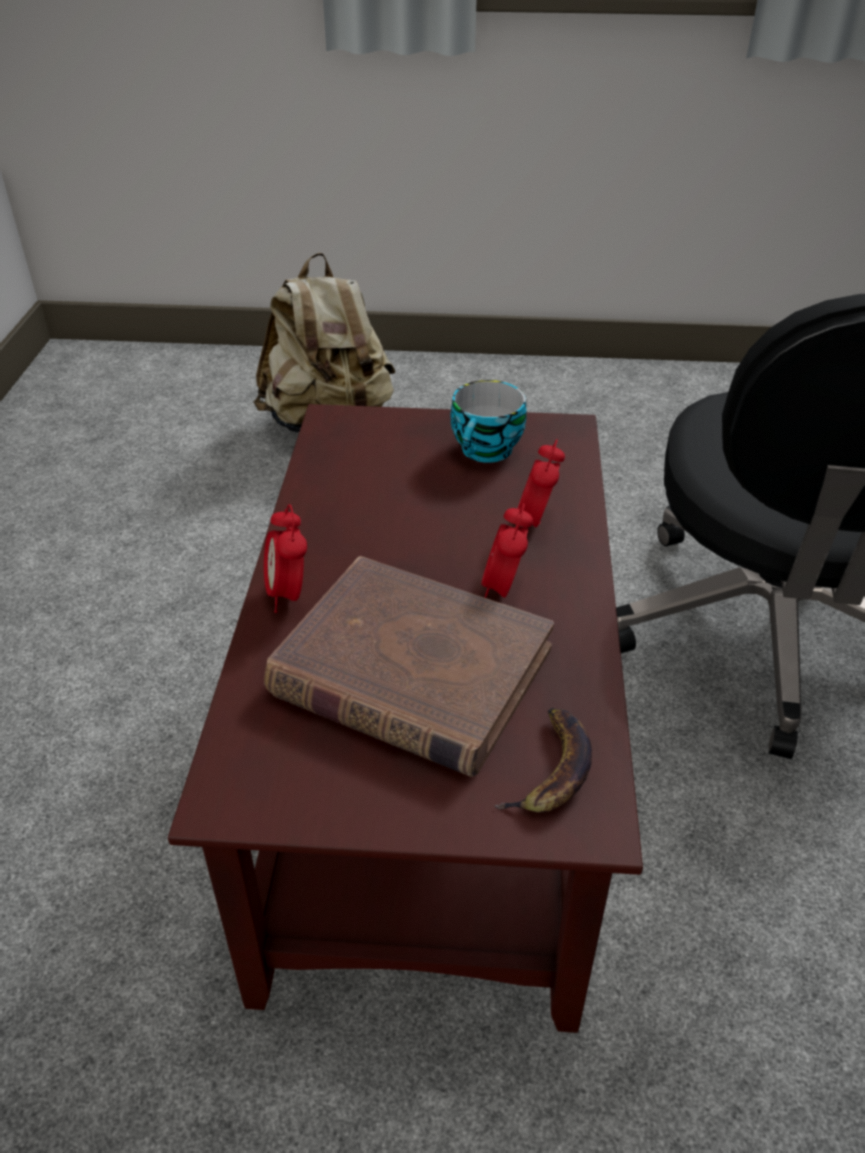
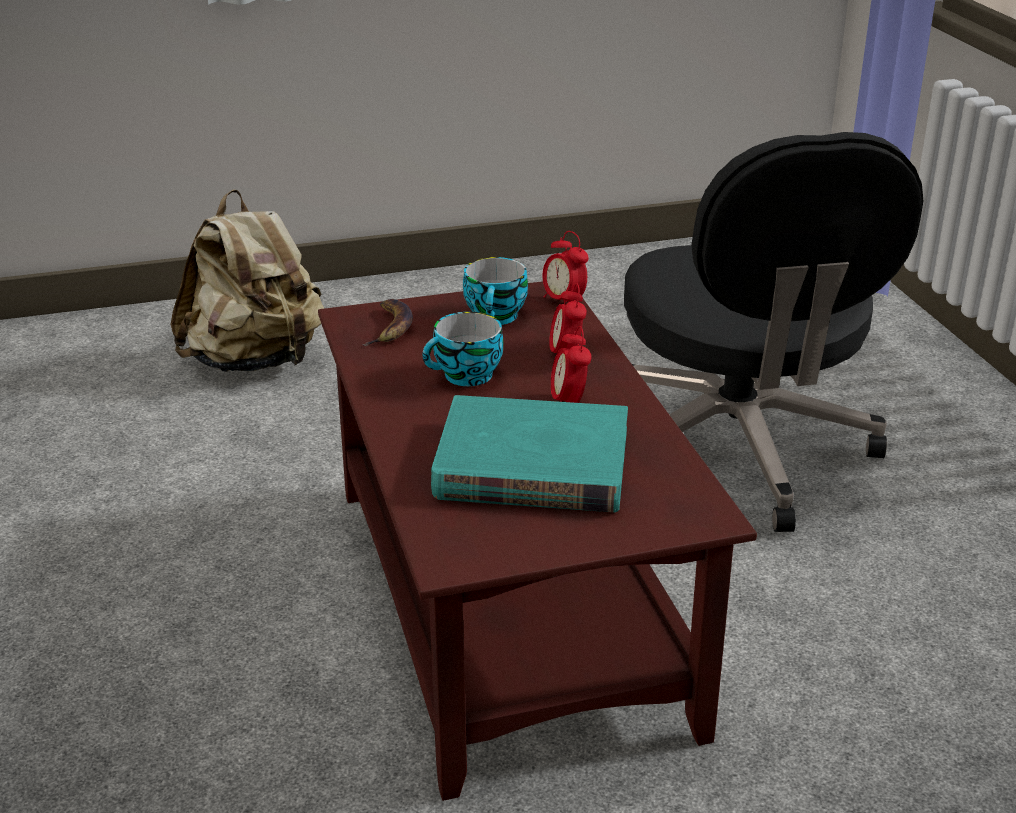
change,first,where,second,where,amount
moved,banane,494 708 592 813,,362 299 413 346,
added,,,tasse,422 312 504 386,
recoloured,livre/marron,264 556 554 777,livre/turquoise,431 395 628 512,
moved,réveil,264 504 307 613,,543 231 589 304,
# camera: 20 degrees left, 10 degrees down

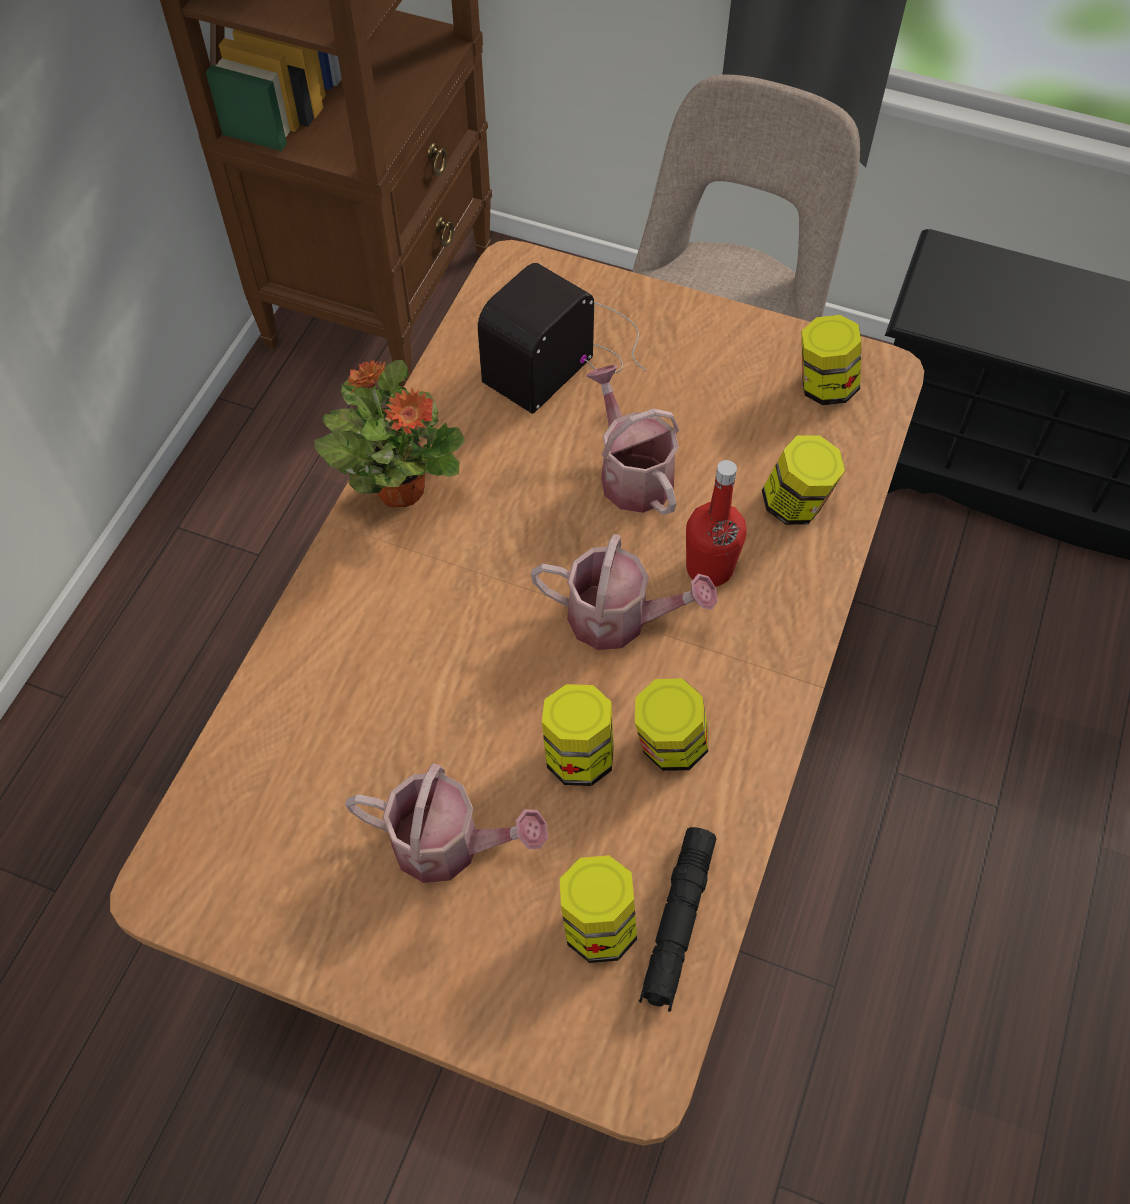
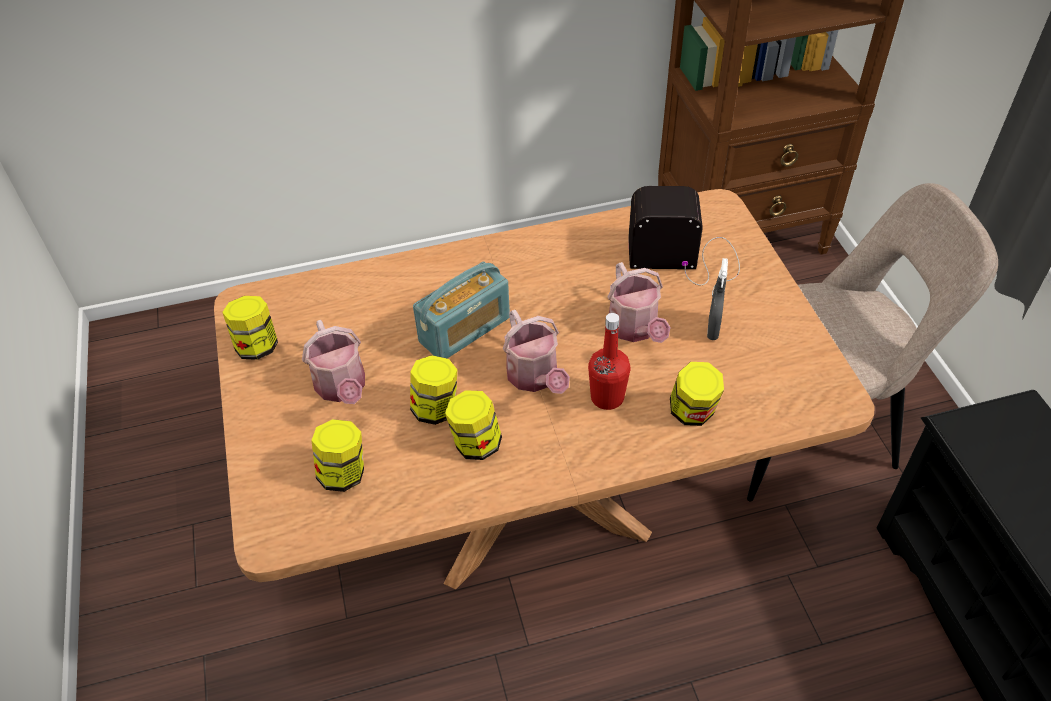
change,first,where,second,where,amount
moved,bocal,801 315 861 405,,222 296 278 360,
added,,,radio,413 262 510 359,
turned,arrosoir,586 365 679 515,,608 262 671 343,135 degrees clockwise
added,,,vaporisateur/gris,707 258 728 340,
removed,plante en pot,314 360 464 507,,,
removed,lampe de poche/noir,639 827 716 1012,,,
# camera: 55 degrees right, 10 degrees down

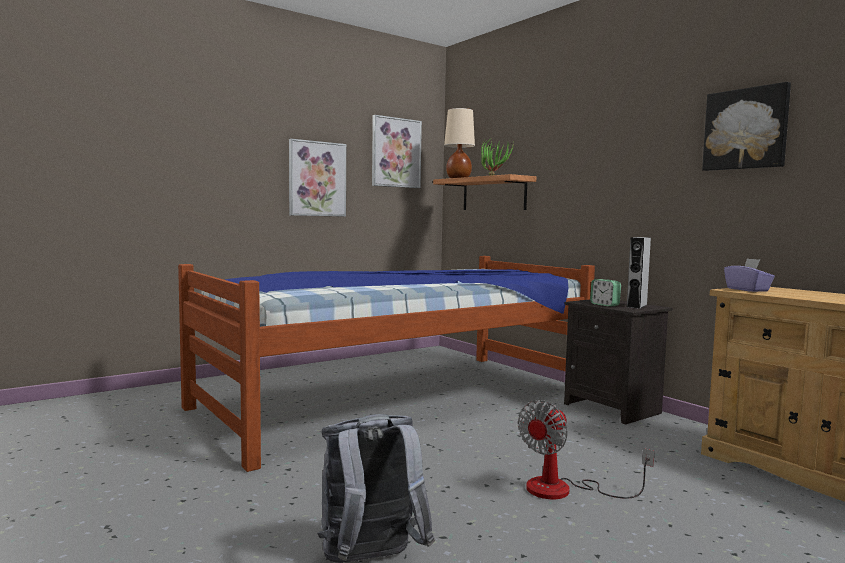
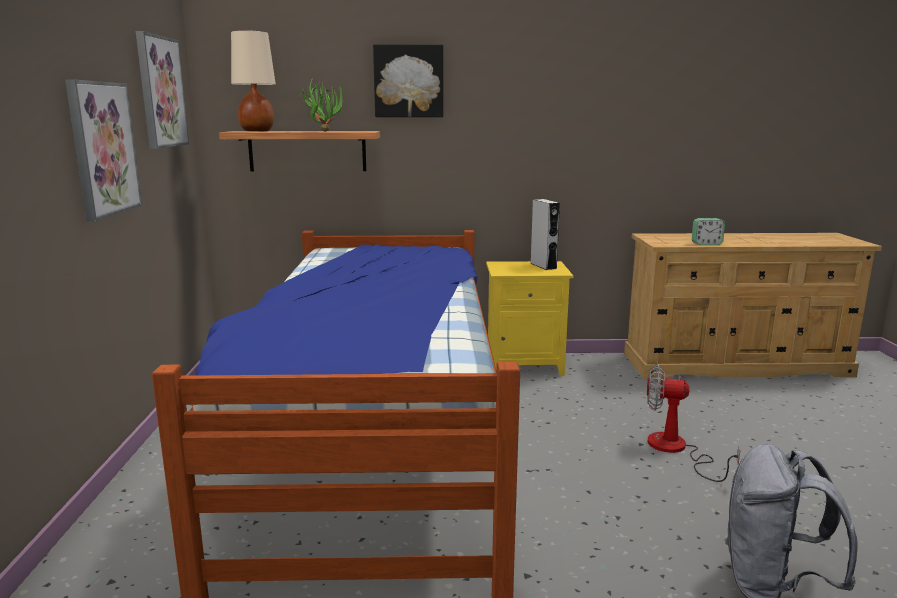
change,first,where,second,where,amount
moved,tableau,702 82 791 171,,373 45 443 117,
recoloured,table de chevet/noir,564 300 673 425,table de chevet/jaune,486 261 573 376,
turned,ventilateur,518 400 655 499,,647 364 740 482,120 degrees clockwise
moved,réveil,590 279 621 307,,692 218 725 245,
removed,boîte à mouchoirs/violet,724 258 775 292,,,
# camera: 55 degrees left, 10 degrees up

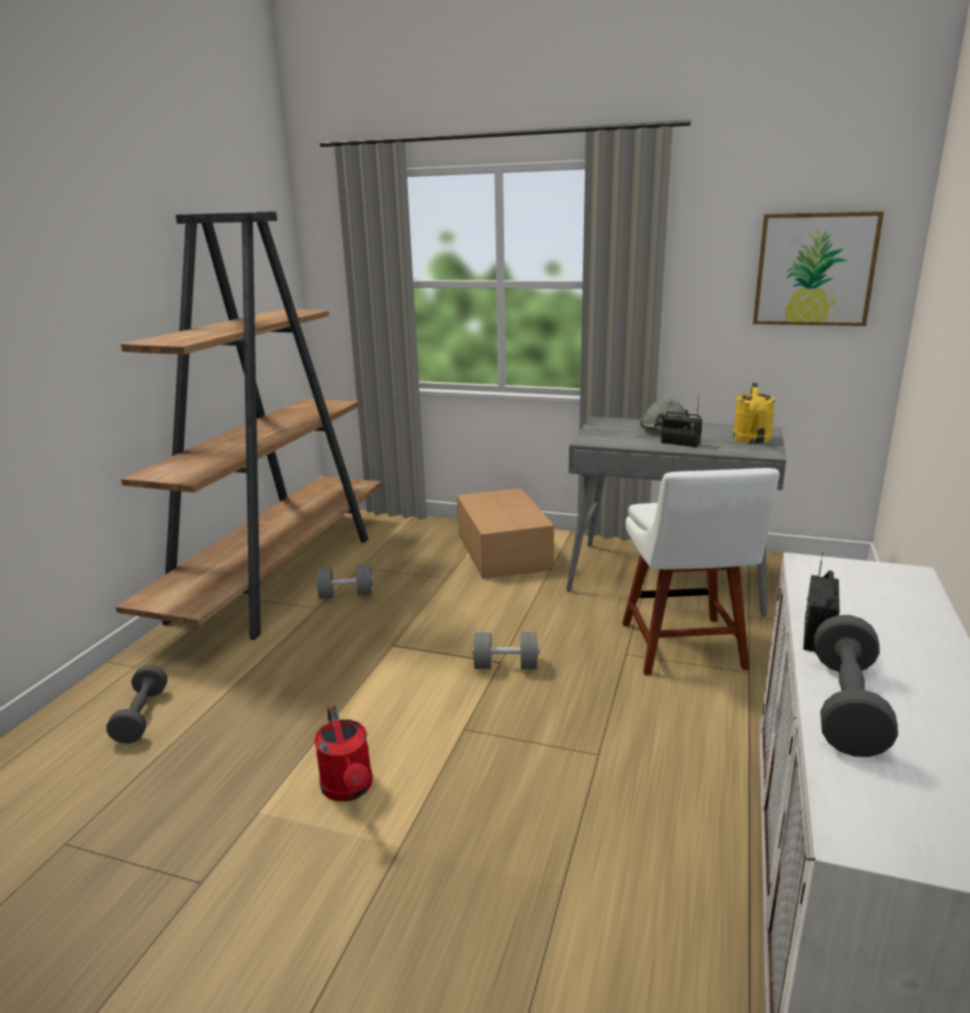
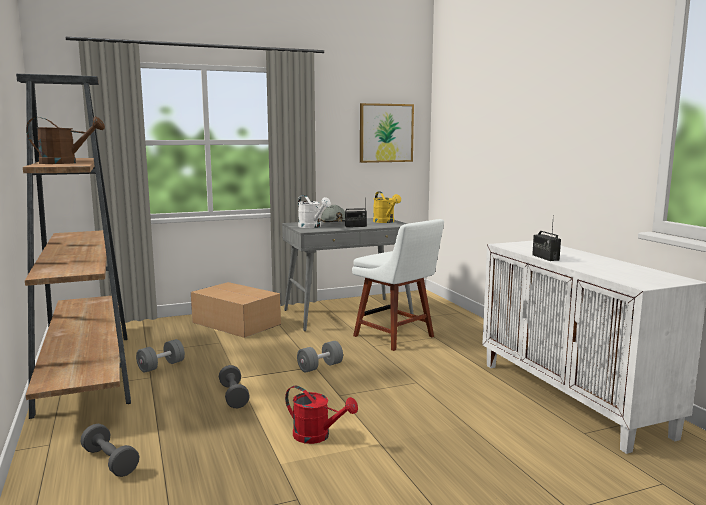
change,first,where,second,where,amount
added,,,arrosoir/marron,26 117 105 164,
moved,haltère/gris,814 615 898 757,,219 365 250 408,
added,,,arrosoir/blanc,298 195 331 228,
# camera: 40 degrees left, 10 degrees down

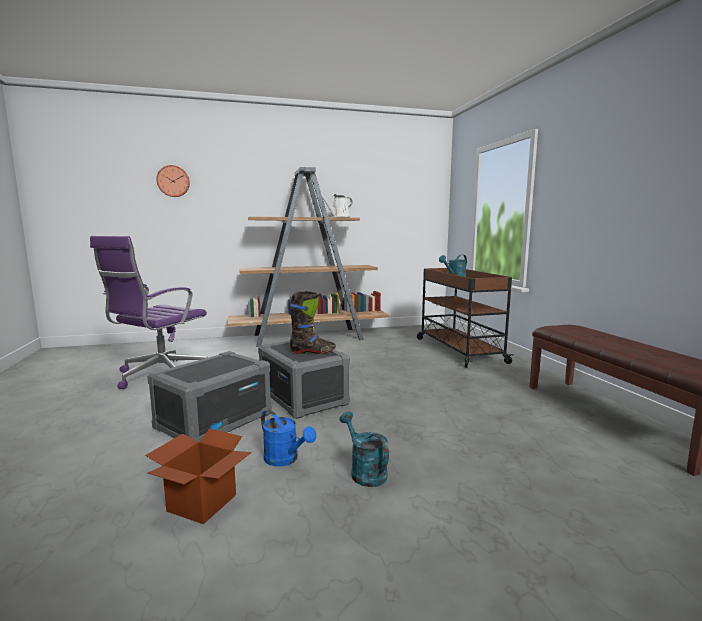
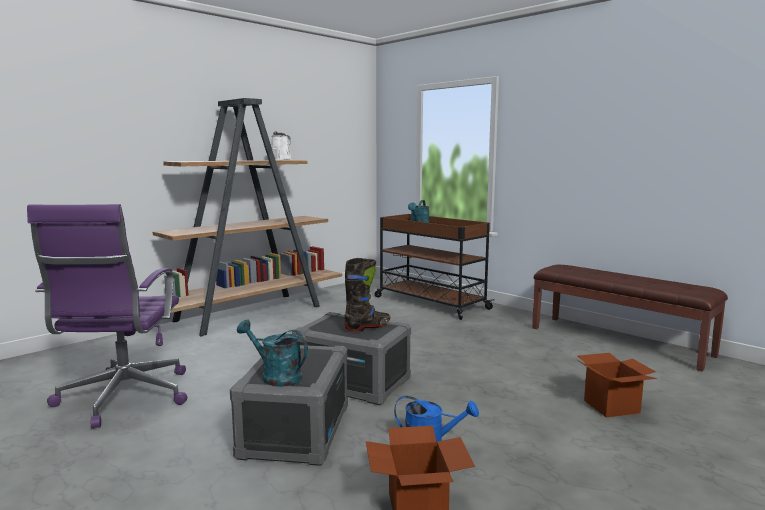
change,first,where,second,where,amount
moved,arrosoir/turquoise,340 412 389 487,,237 320 308 387,
added,,,carton,577 353 657 417,
removed,horloge murale,156 165 190 197,,,
# camera: 30 degrees left, 0 degrees up

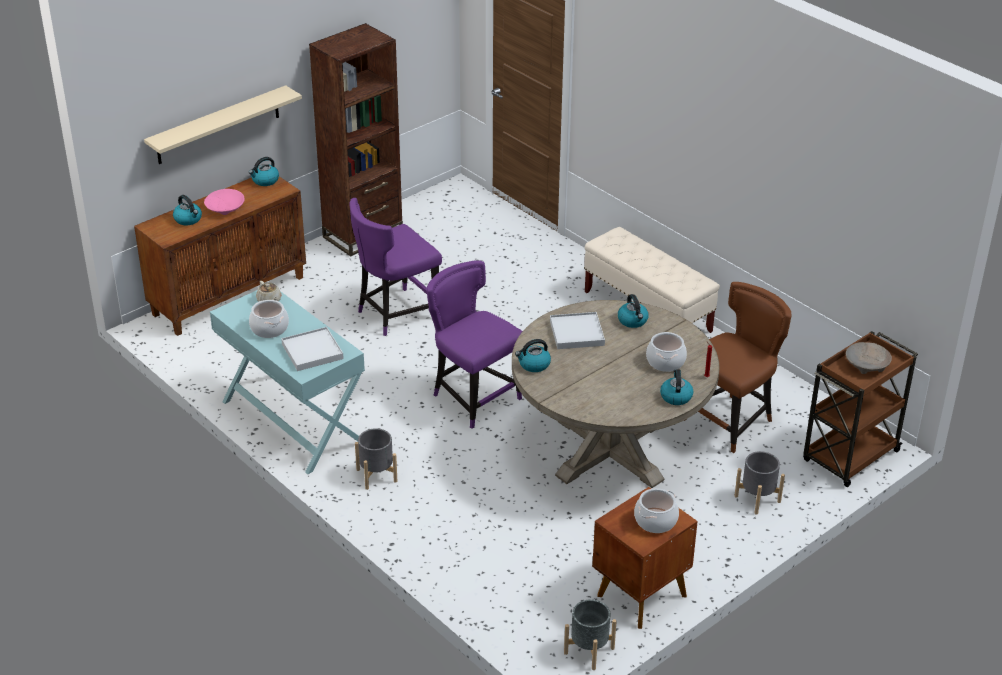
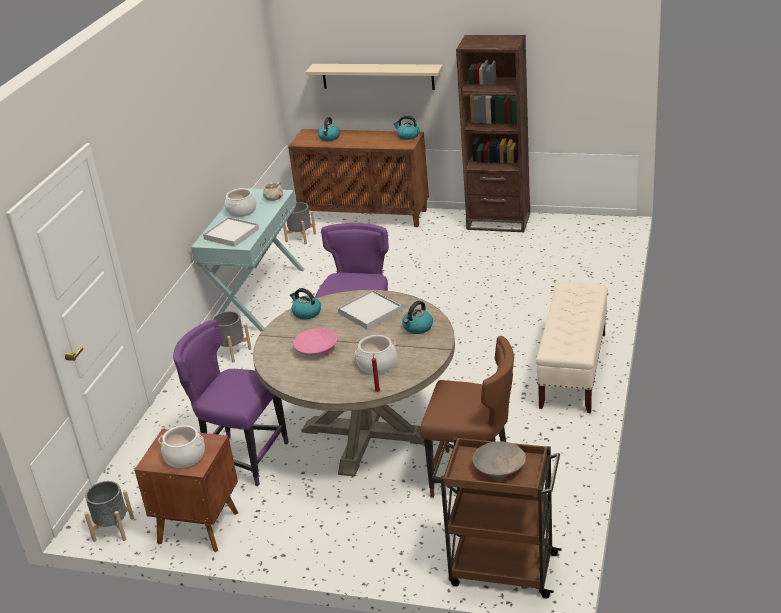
change,first,where,second,where,amount
moved,chaise/violet,350 198 442 336,,173 320 289 486,
moved,cache-pot/gris,734 451 785 515,,283 202 316 245,
moved,bol/rose,204 189 245 215,,293 328 338 356,
removed,bouilloire,660 369 693 405,,,
# camera: 60 degrees right, 5 degrees down

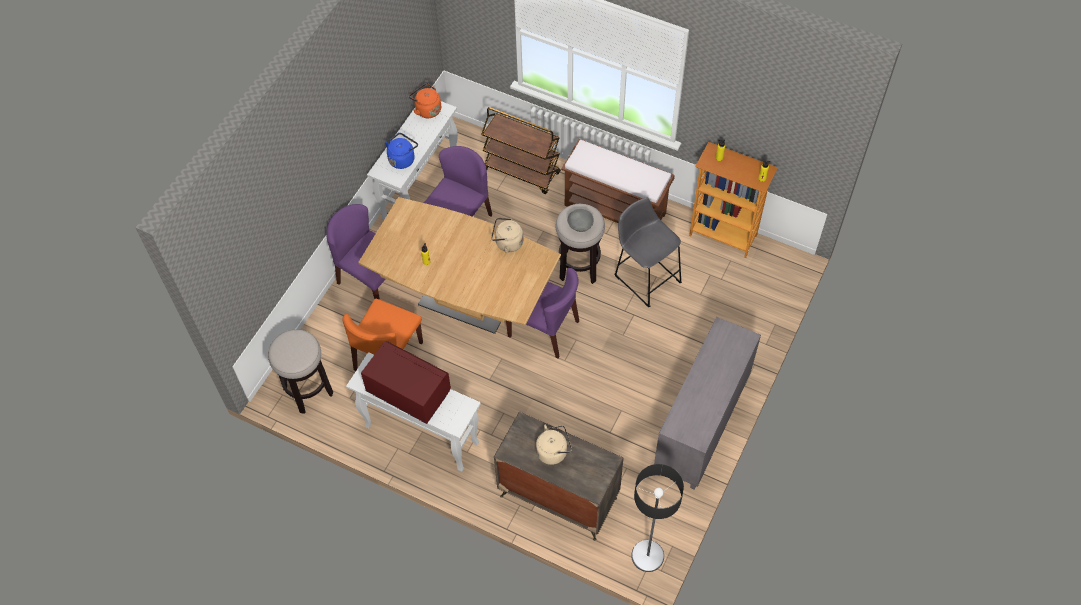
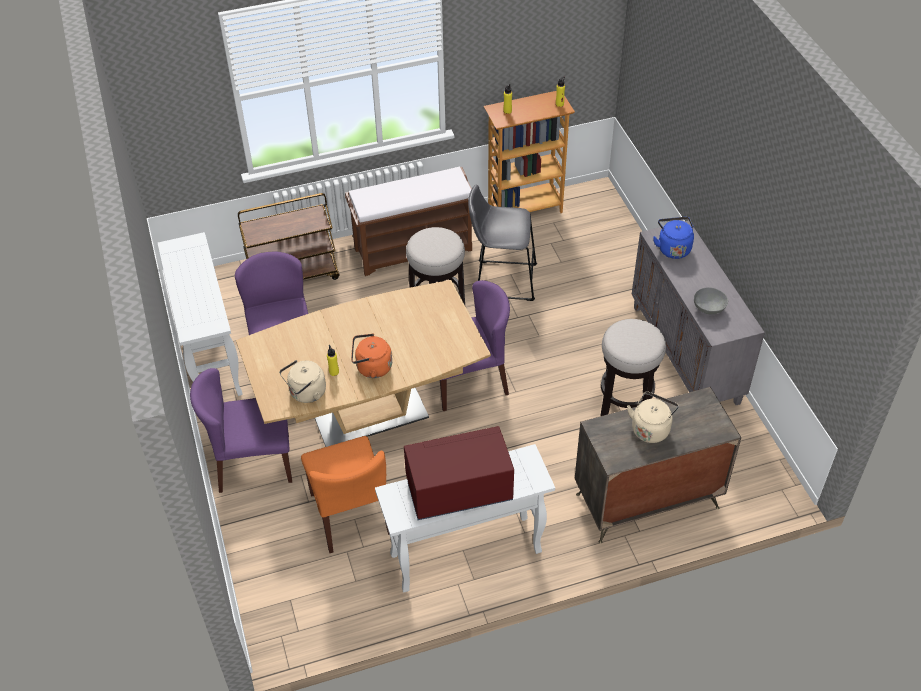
change,first,where,second,where,amount
moved,bouilloire/beige,491 218 524 253,,279 360 326 403,
moved,bouilloire/orange,409 83 441 118,,351 333 392 378,
moved,tabouret,268 329 333 414,,600 319 666 416,
moved,bouilloire/bleu,385 133 418 169,,653 217 694 259,
moved,bol/gris,567 209 594 232,,694 287 728 315,
removed,lampadaire,631 464 684 572,,,
# camera: 45 degrees left, 10 degrees down

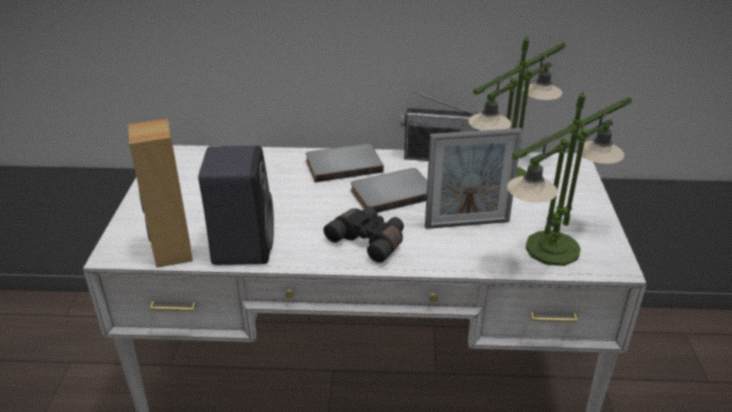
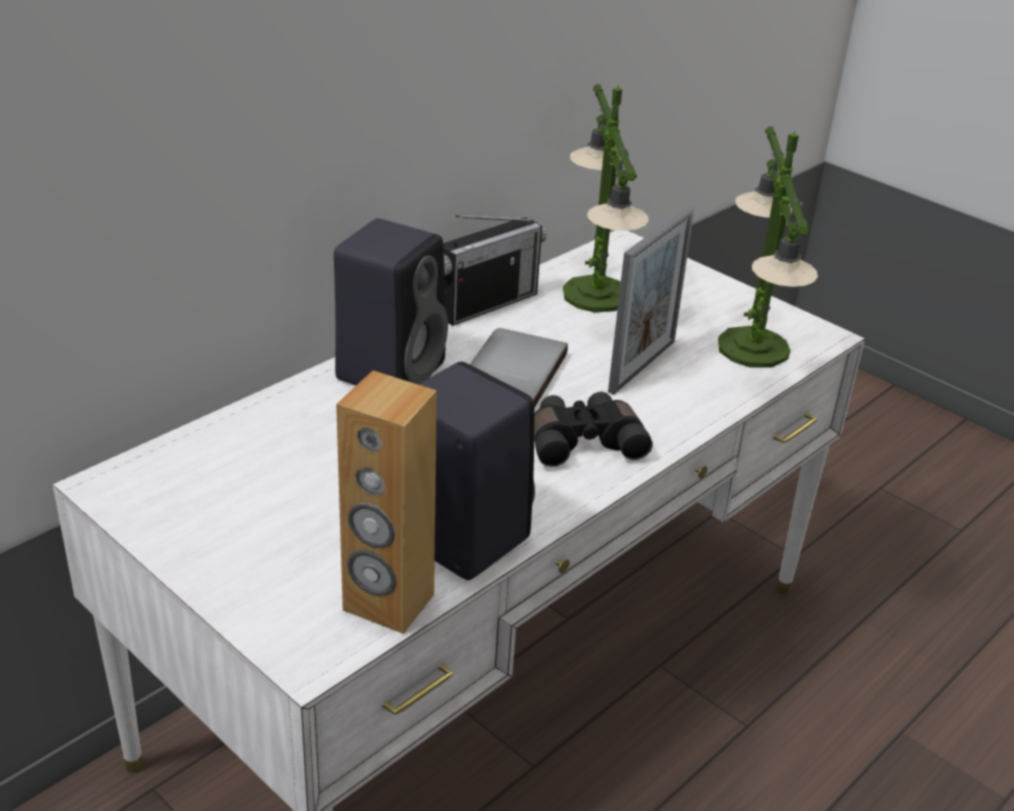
change,first,where,second,where,amount
replaced,livre/gris,306 143 384 182,enceinte/noir,334 218 448 385,
# camera: 50 degrees left, 0 degrees up

